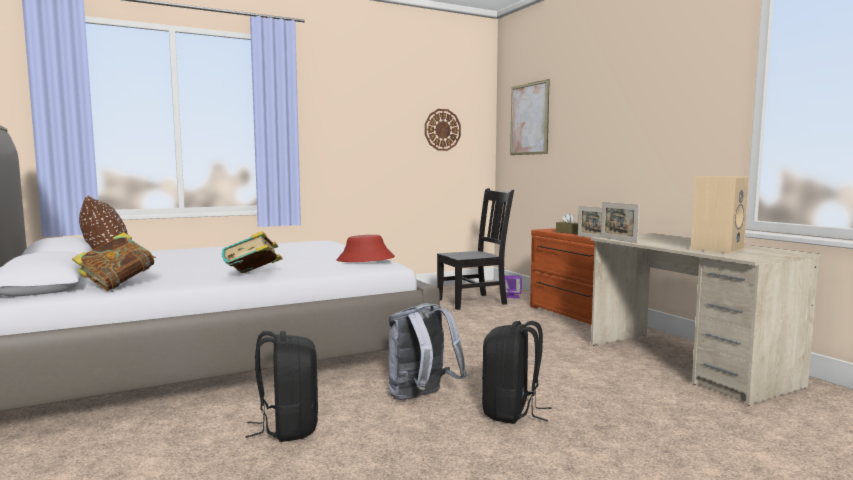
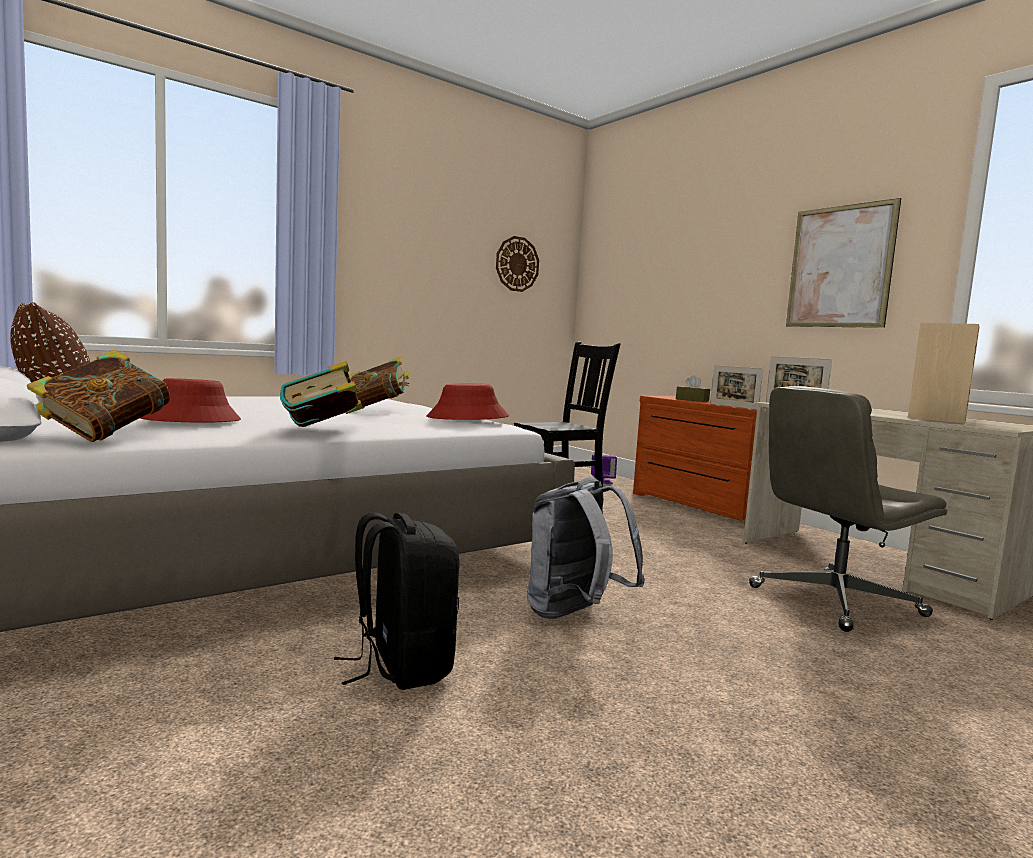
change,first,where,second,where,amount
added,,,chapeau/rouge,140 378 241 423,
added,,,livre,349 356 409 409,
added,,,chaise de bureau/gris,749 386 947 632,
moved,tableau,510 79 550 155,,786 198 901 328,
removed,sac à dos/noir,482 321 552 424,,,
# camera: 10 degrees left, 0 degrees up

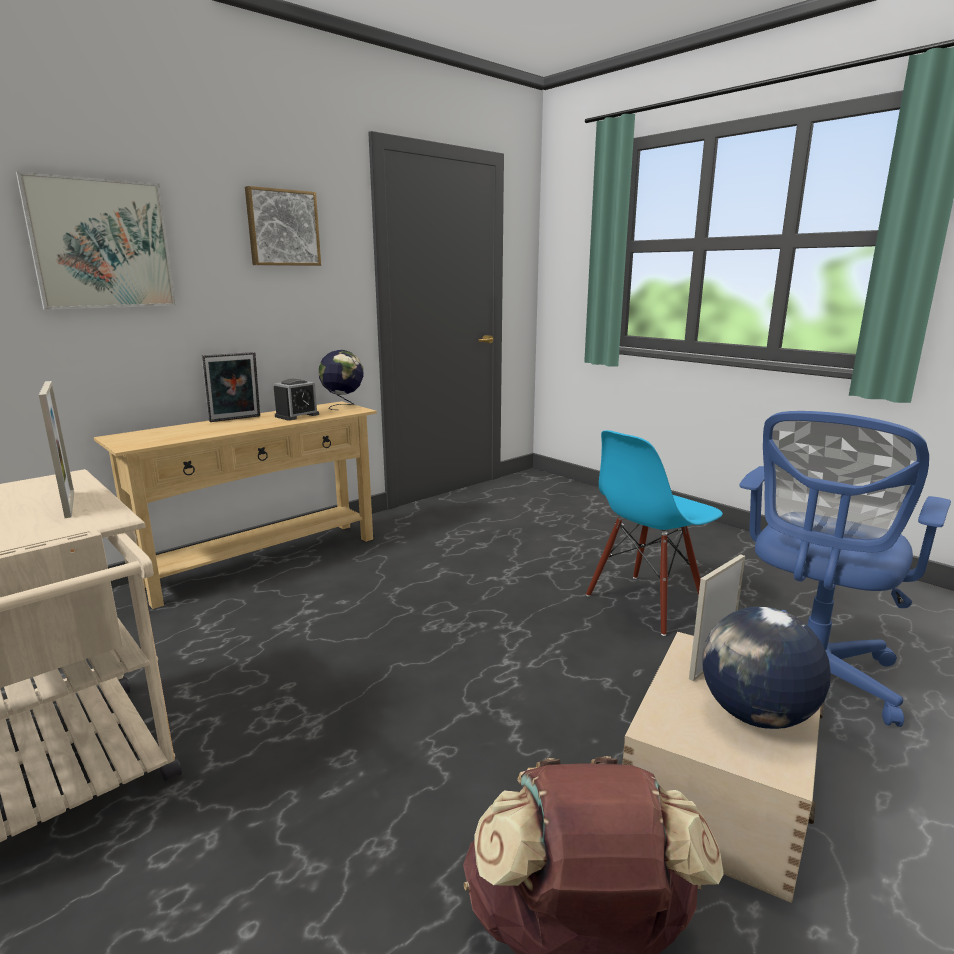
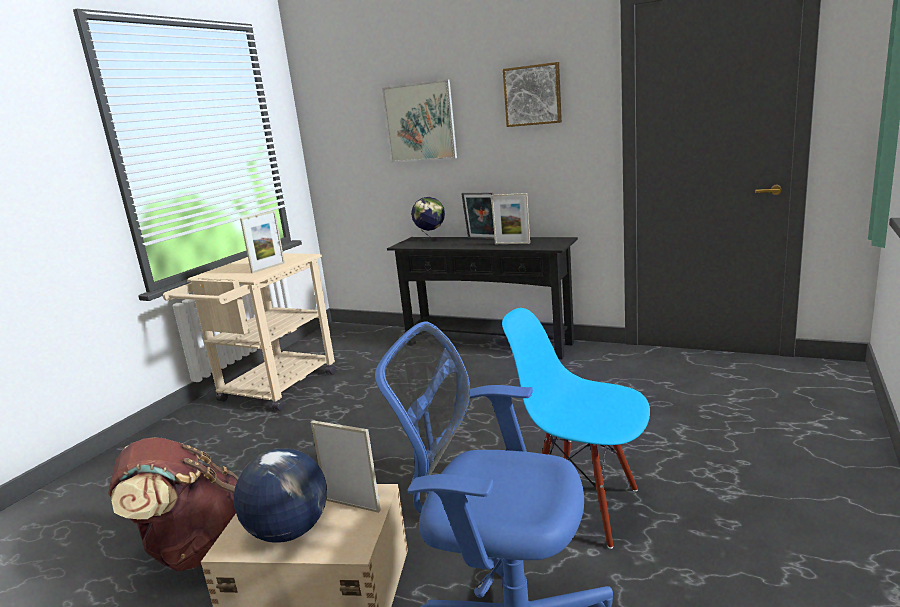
change,first,where,second,where,amount
recoloured,table console/beige,94 401 377 609,table console/noir,387 237 578 359,
moved,globe,319 350 364 410,,411 197 445 242,
replaced,réveil,274 379 319 421,cadre photo,491 193 530 244,
# camera: 70 degrees right, 0 degrees up

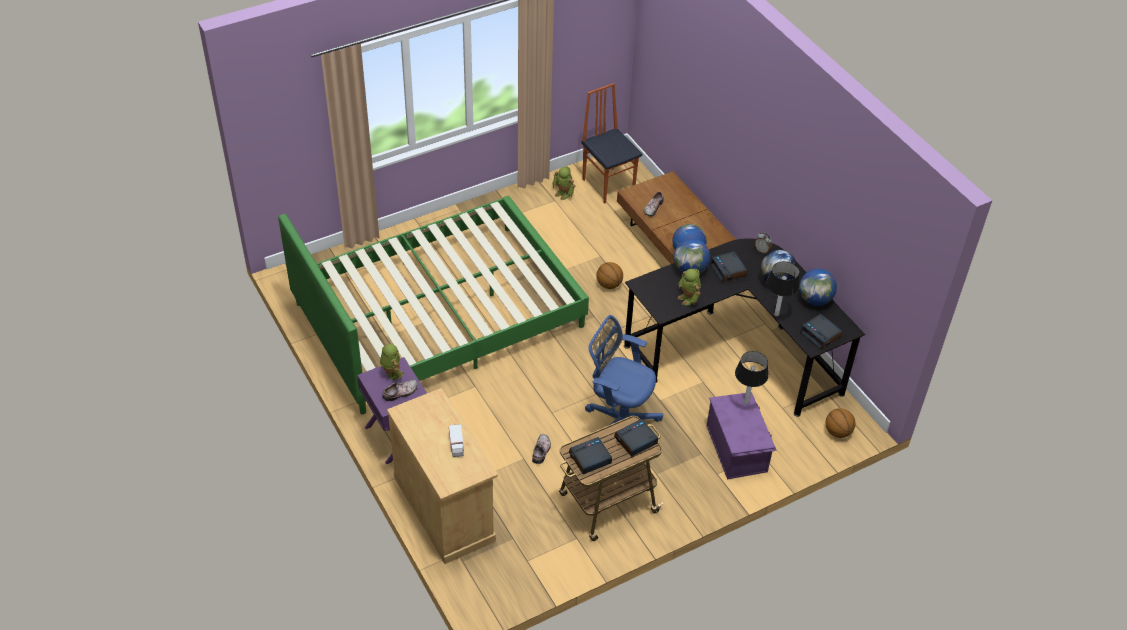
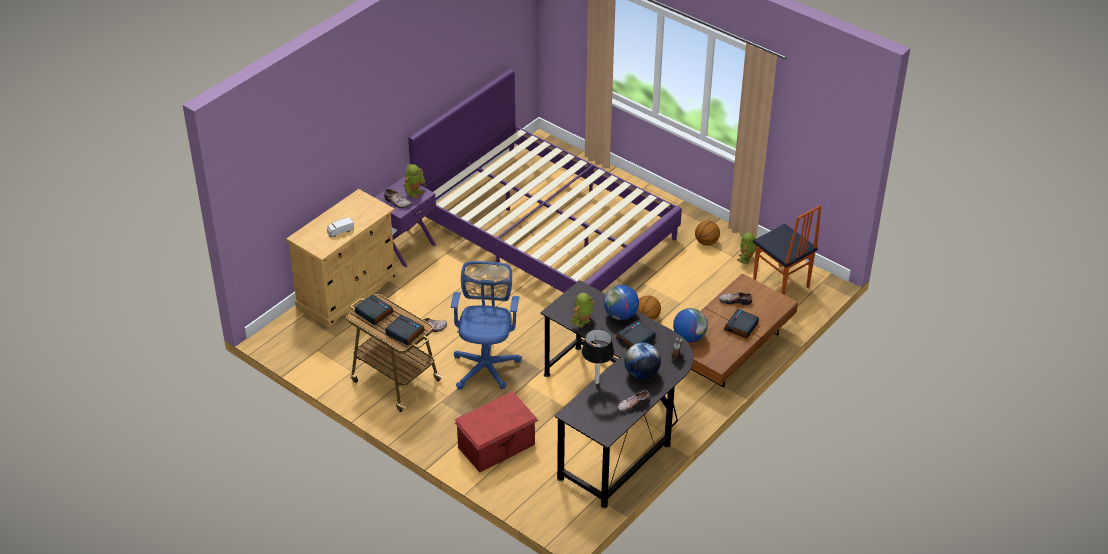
change,first,where,second,where,amount
recoloured,lit/vert,278 196 589 415,lit/violet,408 69 682 293,
recoloured,boîte de rangement/violet,707 392 777 479,boîte de rangement/rouge,455 391 539 472,
replaced,globe,799 269 837 306,chaussure,617 390 650 413,
moved,ballon de basket,825 408 856 438,,695 221 720 245,
moved,réveil,800 314 843 349,,724 309 759 339,
turned,chaise,581 83 642 204,,753 205 821 295,105 degrees clockwise
removed,lampe de table,735 351 769 404,,,
# camera: 70 degrees right, 5 degrees down

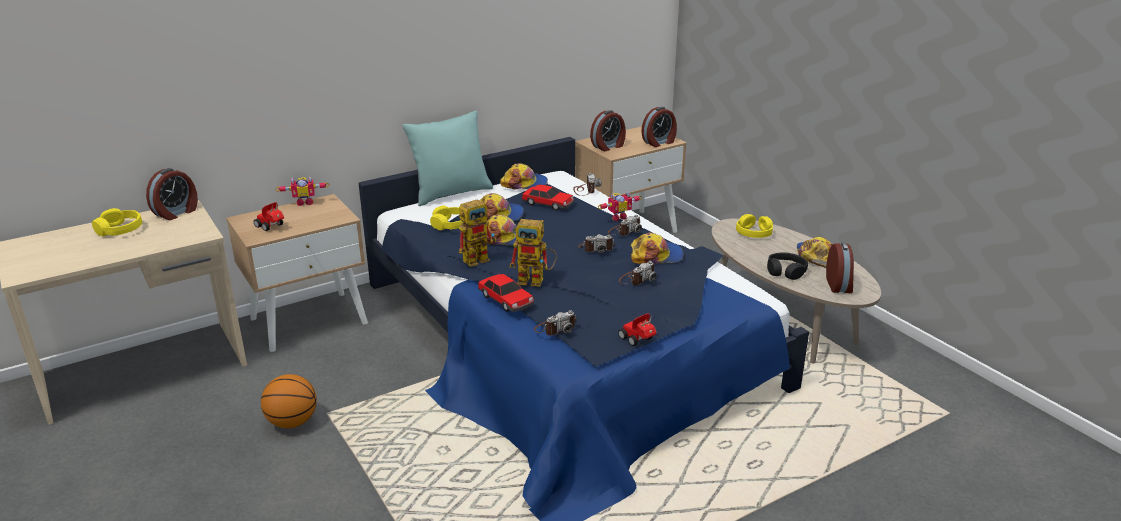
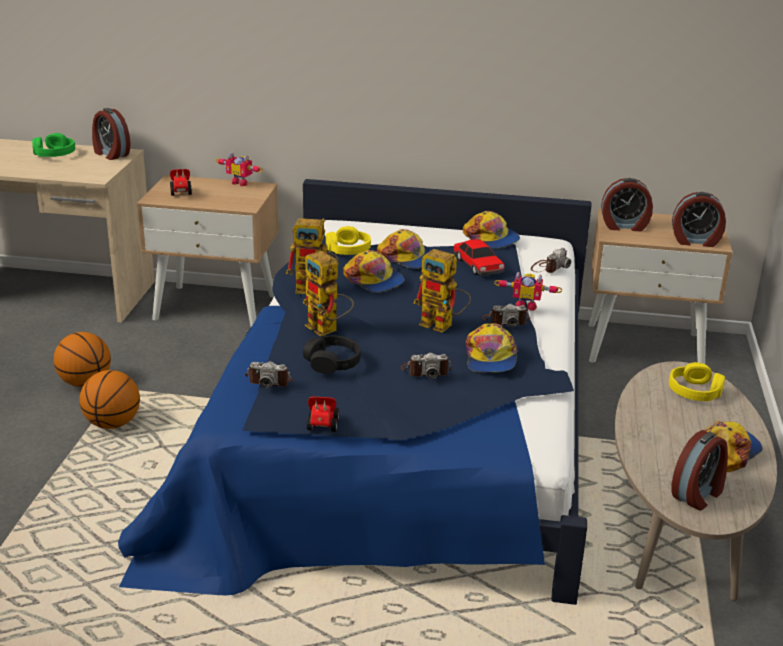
change,first,where,second,where,amount
recoloured,casque audio/jaune,92 208 142 236,casque audio/vert,32 133 75 157,
added,,,ballon de basket,80 370 140 429,
turned,réveil,146 168 198 220,,92 108 131 160,60 degrees clockwise
moved,casque audio/noir,767 252 808 280,,303 335 361 374,
replaced,appareil photo,578 234 615 253,robot jouet,414 249 471 333,
turned,casquette,631 233 683 264,,466 324 518 373,60 degrees clockwise
removed,coussin/turquoise,403 111 493 206,,,
removed,petite voiture,478 274 534 312,,,
# camera: 40 degrees right, 0 degrees up

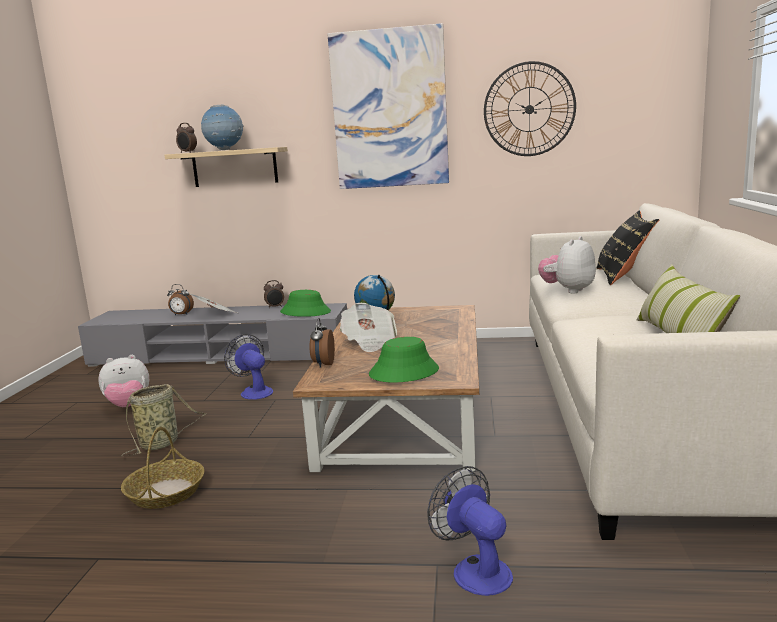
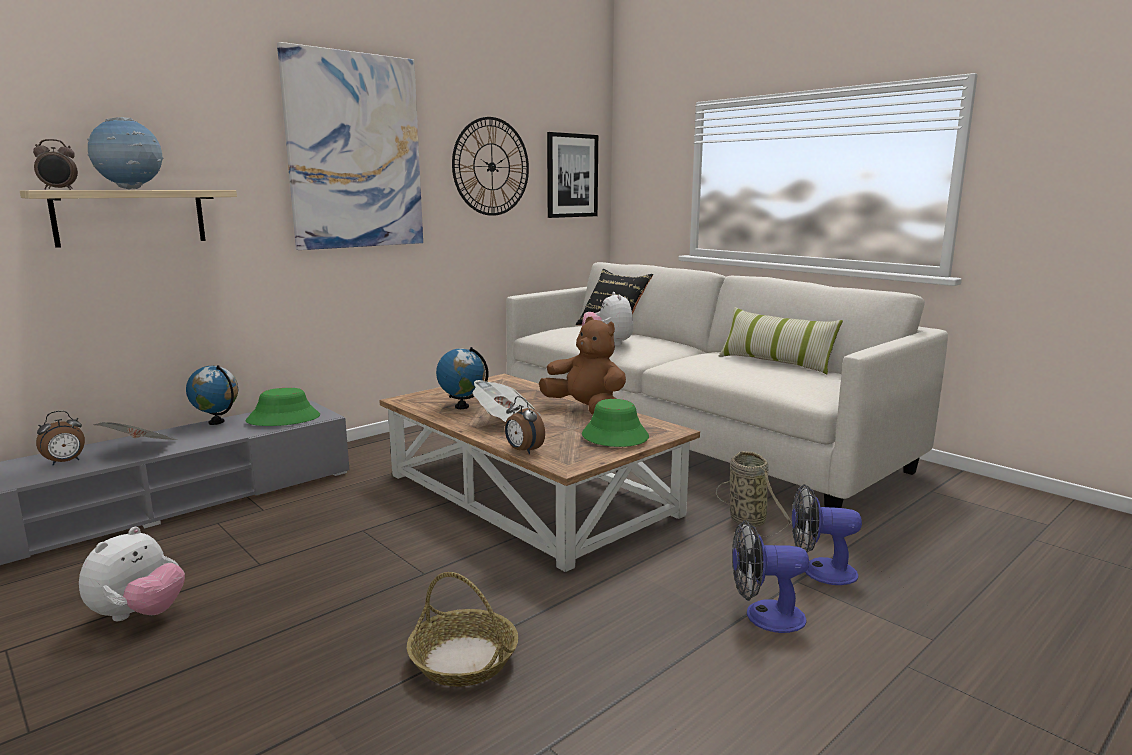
change,first,where,second,where,amount
replaced,réveil,264 280 284 308,globe,186 365 238 425,
added,,,peluche/marron,539 317 626 414,
added,,,tableau,547 132 598 218,
moved,panier,121 384 206 457,,716 451 792 537,
moved,ventilateur,224 334 273 400,,732 520 809 633,
# camera: 50 degrees left, 0 degrees up

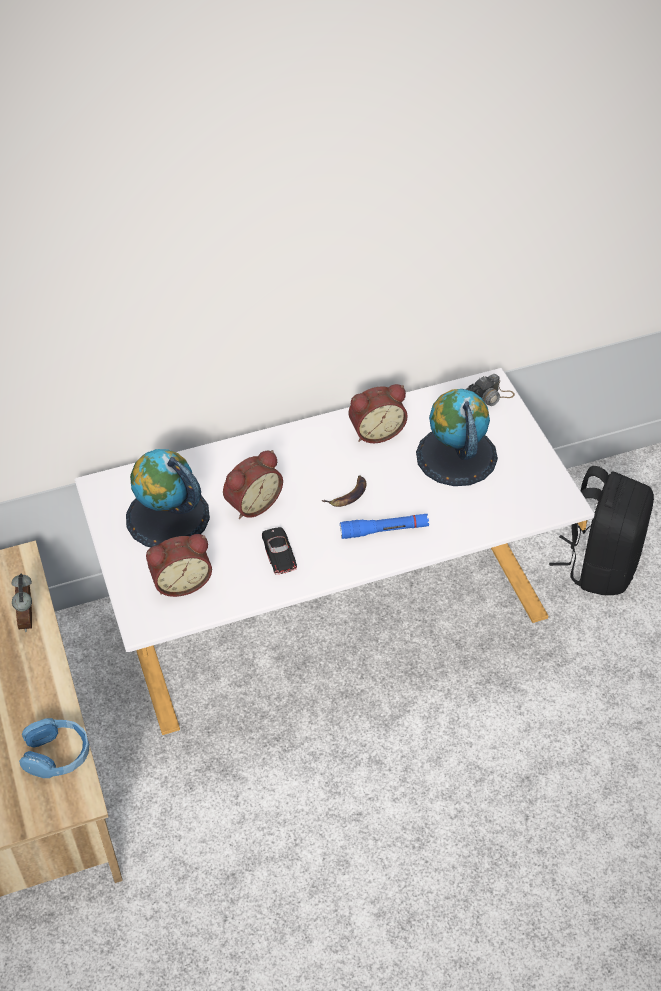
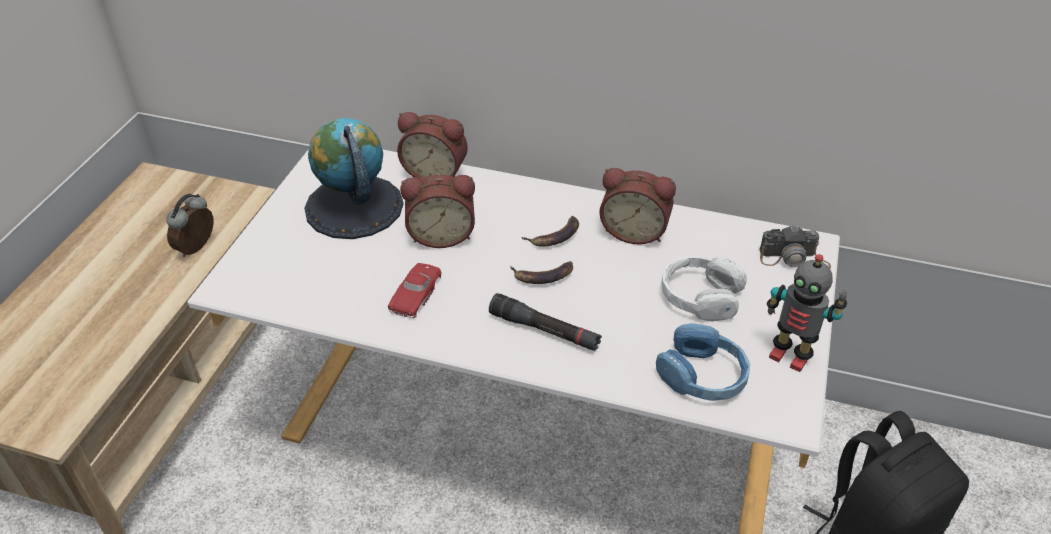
change,first,where,second,where,amount
recoloured,petite voiture/noir,262 527 297 575,petite voiture/rouge,388 263 441 318,
moved,réveil,146 534 212 597,,397 112 468 179,
recoloured,lampe de poche/bleu,340 514 429 539,lampe de poche/noir,489 293 602 351,
added,,,banane,521 216 579 247,
moved,casque audio/bleu,19 718 90 778,,656 323 750 401,
replaced,globe,416 389 498 486,casque audio/blanc,662 256 747 321,
added,,,robot jouet,767 254 847 372,
# camera: 35 degrees right, 5 degrees down

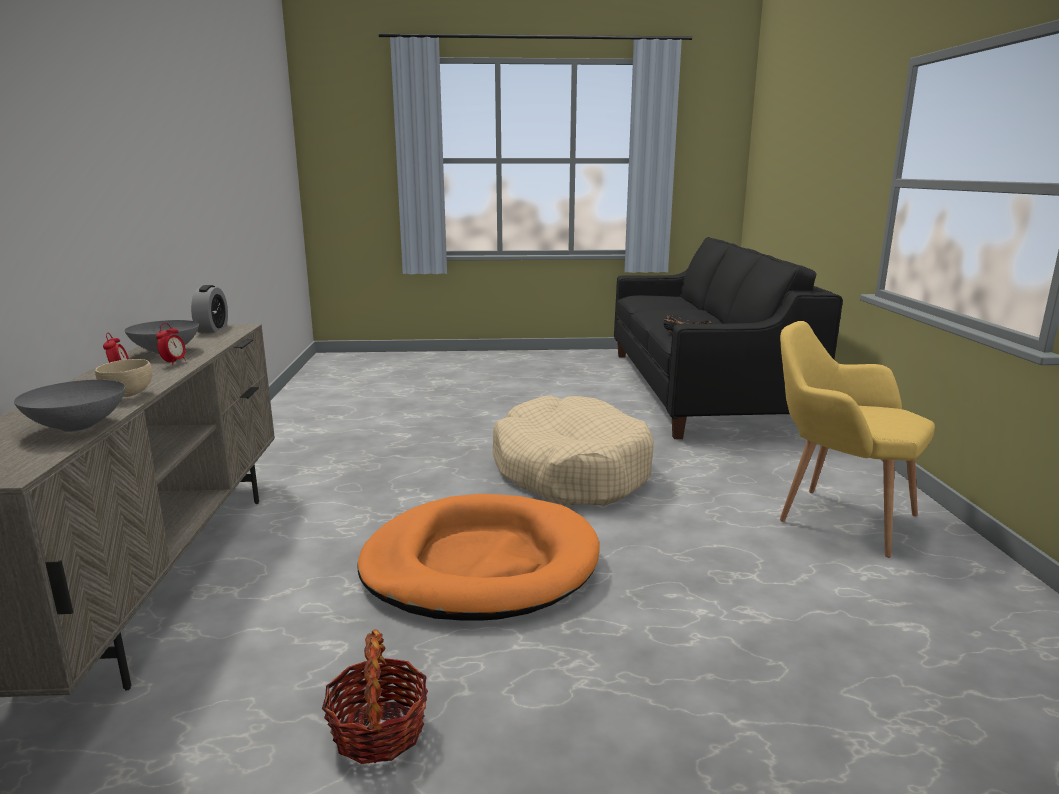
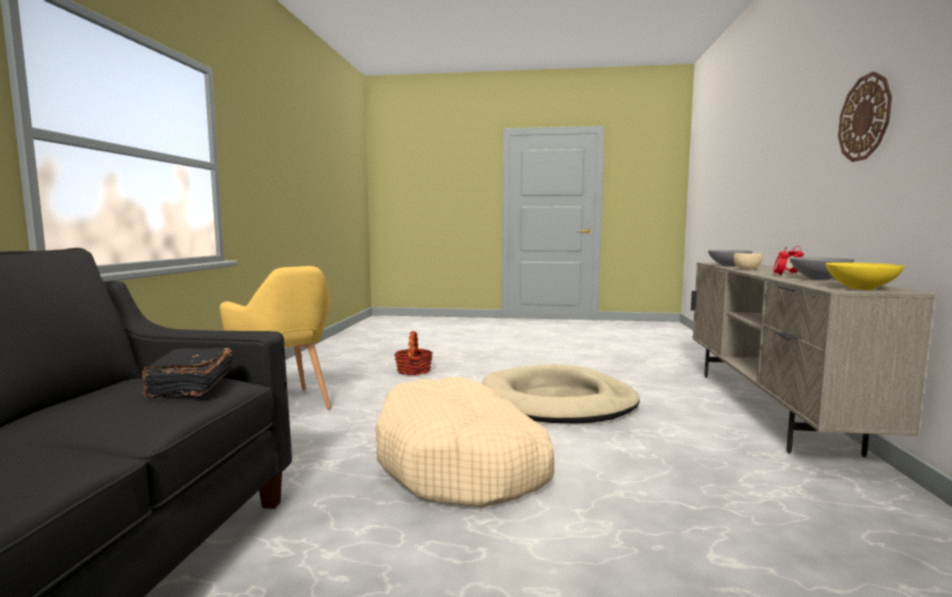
change,first,where,second,where,amount
moved,panier,322 629 428 764,,394 331 433 375,
recoloured,panier pour chien/orange,358 494 600 620,panier pour chien/beige,482 364 640 424,
replaced,réveil,191 285 228 333,bol/jaune,825 262 905 290,
added,,,horloge murale,838 71 892 162,
# camera: 170 degrees left, 10 degrees down

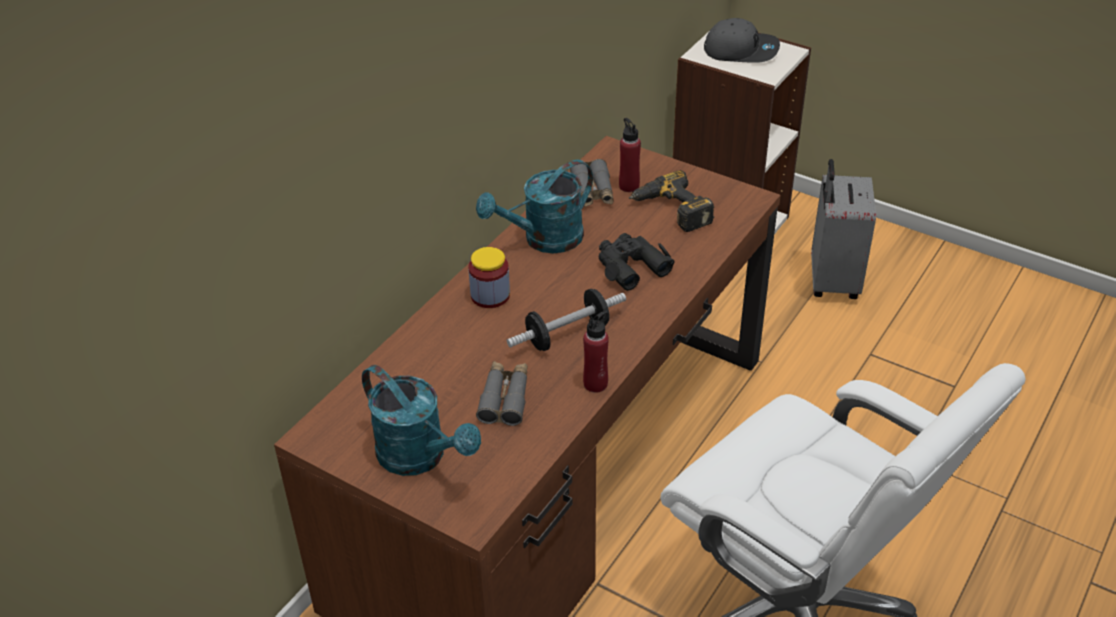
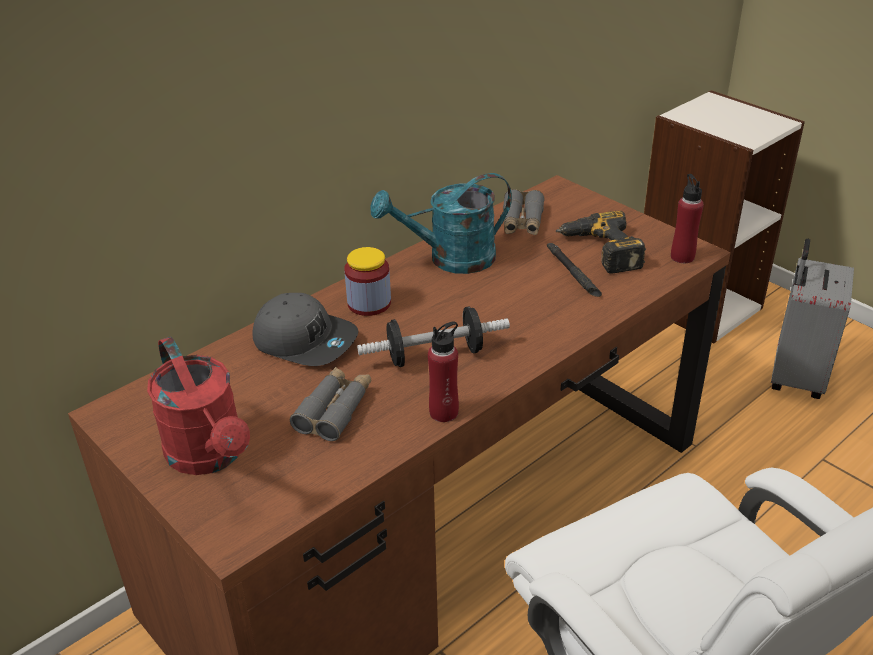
change,first,where,second,where,amount
recoloured,arrosoir/turquoise,362 365 481 476,arrosoir/rouge,147 336 250 475,
moved,casquette/gris,704 18 780 63,,252 293 358 366,
added,,,lampe de poche/noir,547 243 602 297,
moved,bouteille/rouge,619 118 641 192,,671 174 704 263,
removed,jumelles/noir,599 233 675 291,,,
# camera: 15 degrees right, 5 degrees down

